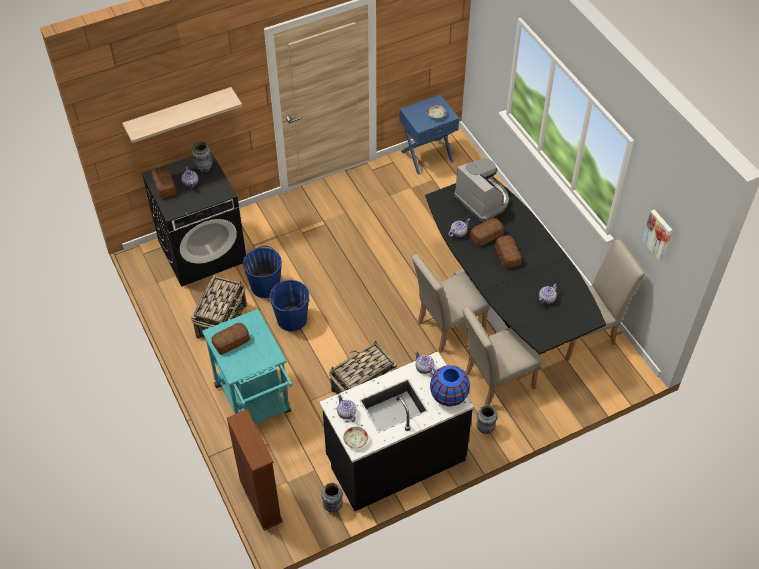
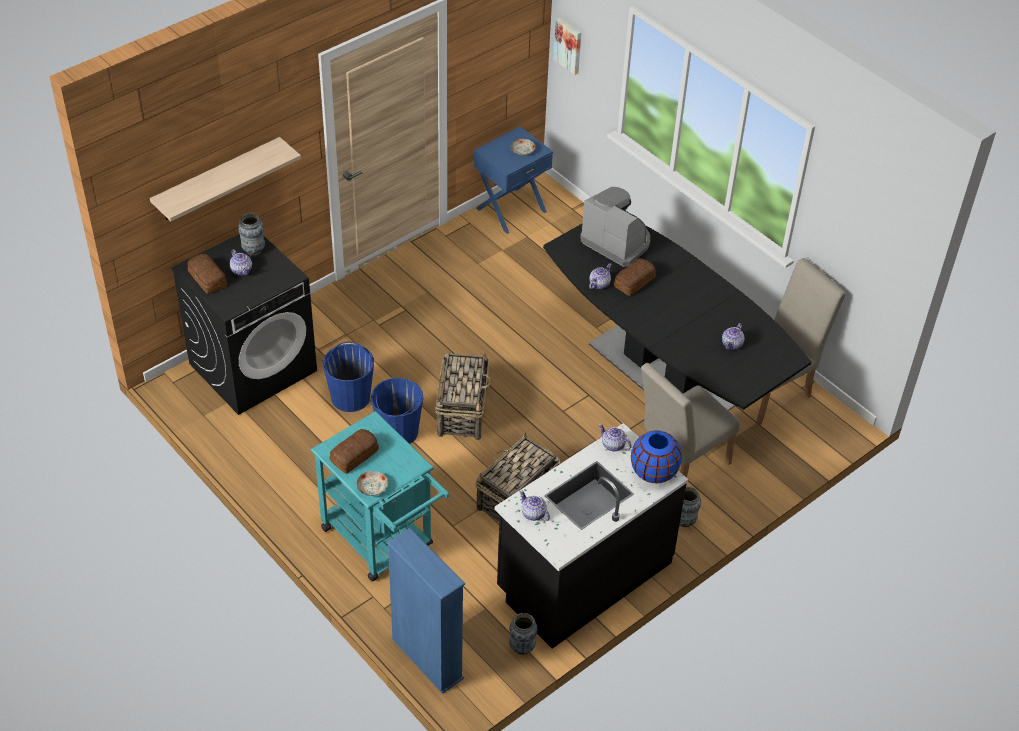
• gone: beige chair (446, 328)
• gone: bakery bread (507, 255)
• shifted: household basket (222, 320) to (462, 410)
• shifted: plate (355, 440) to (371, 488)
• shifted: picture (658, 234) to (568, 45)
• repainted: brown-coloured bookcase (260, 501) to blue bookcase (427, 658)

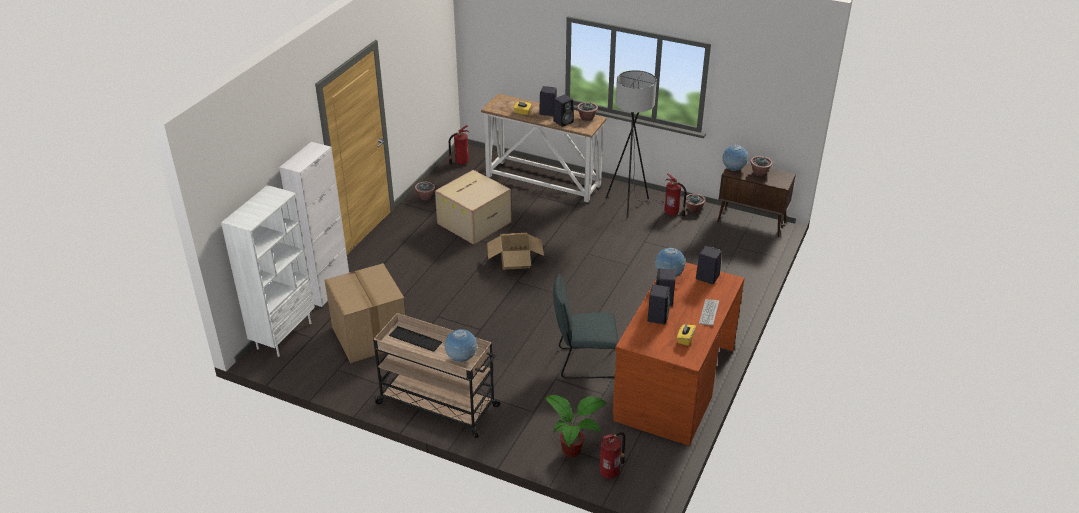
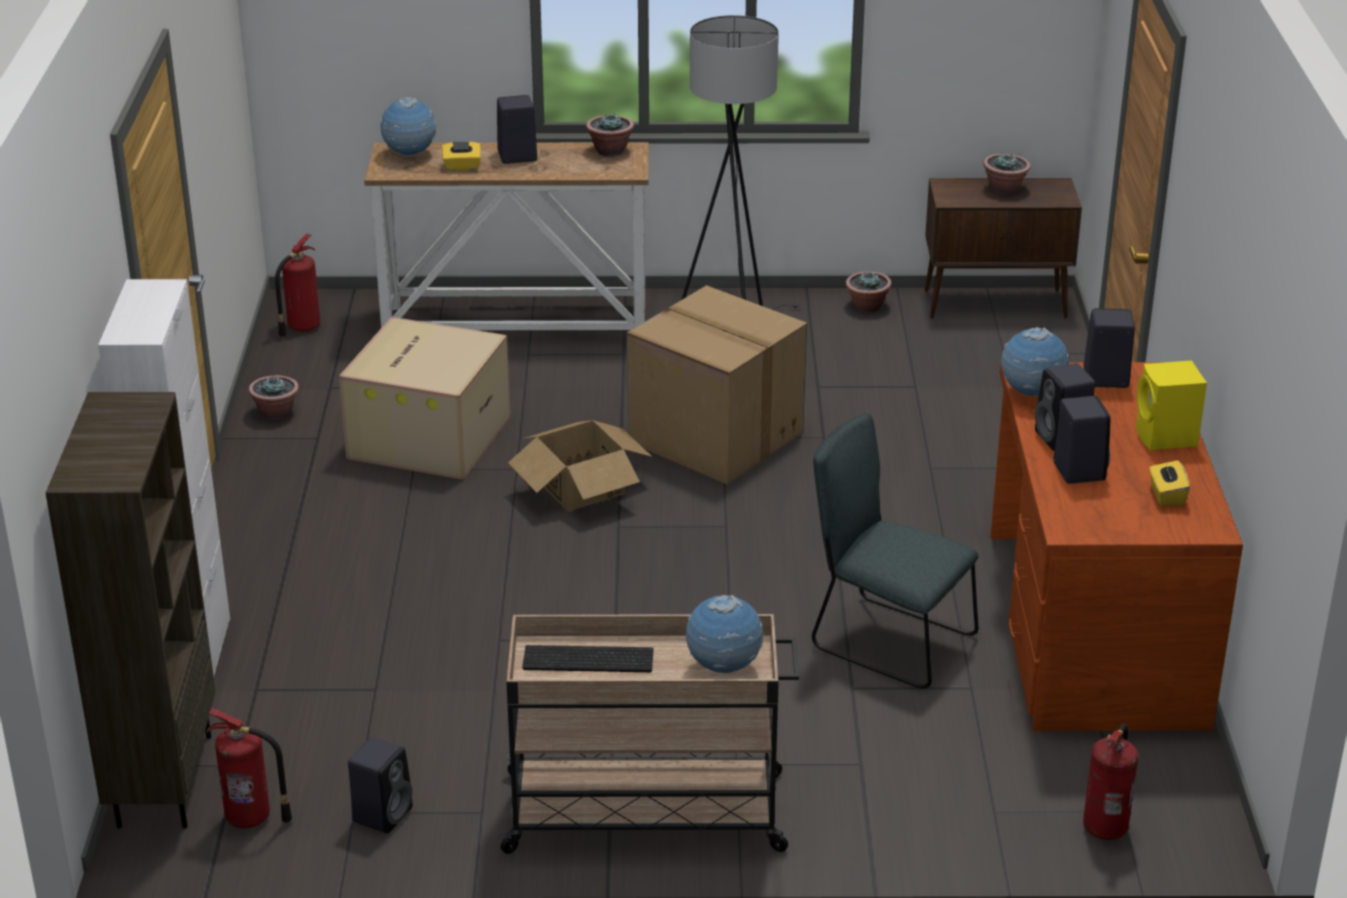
• gone: potted plant (573, 450)
• shifted: packing box (368, 335) to (713, 437)
• shifted: blackish audio speaker (563, 121) to (383, 813)
• shifted: extinguisher (672, 213) to (251, 818)
• shifted: world globe (733, 169) to (410, 155)
• swapped: computer keyboard (709, 312) to yellow-coloured audio speaker (1166, 438)
• repainted: white-coloured bookcase (284, 335) to brown-coloured bookcase (163, 780)
• rotated: greyish chair (585, 362) = (886, 639) 60 degrees clockwise

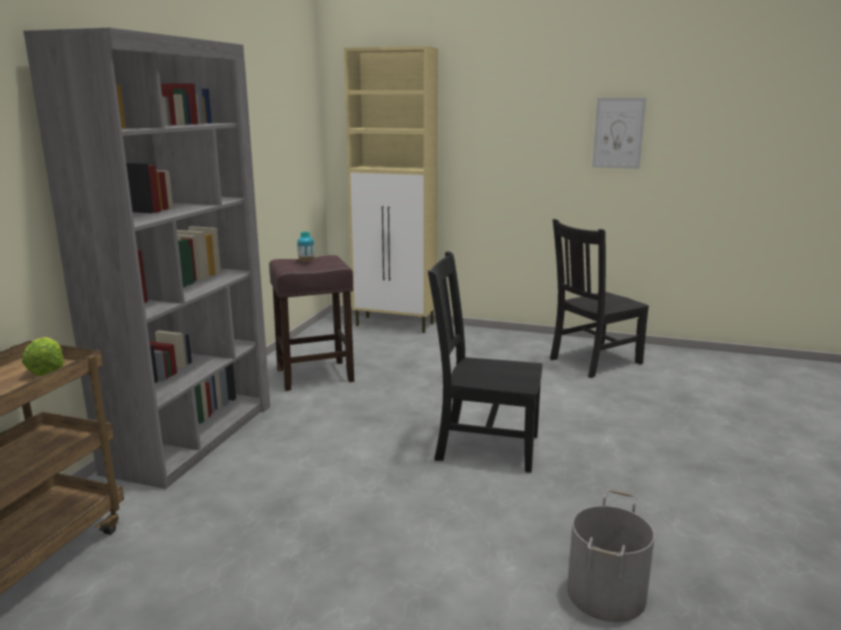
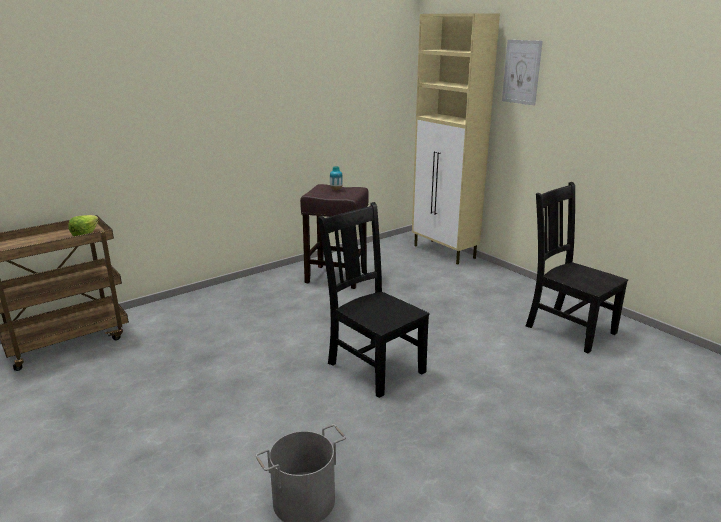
• gone: greyish bookcase (192, 437)
• shifted: picture (618, 133) to (521, 72)
• rotated: blackish chair (593, 362) = (567, 328) 45 degrees clockwise

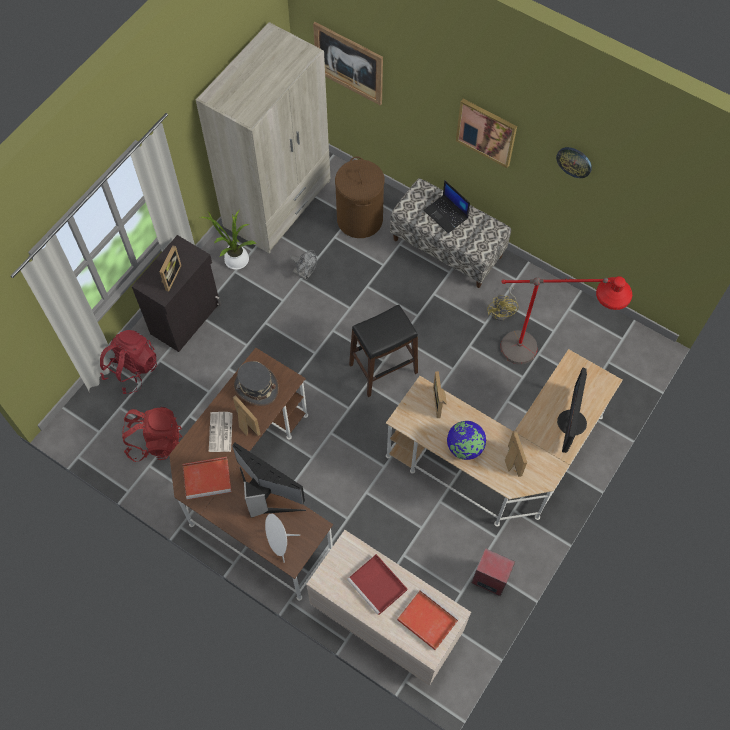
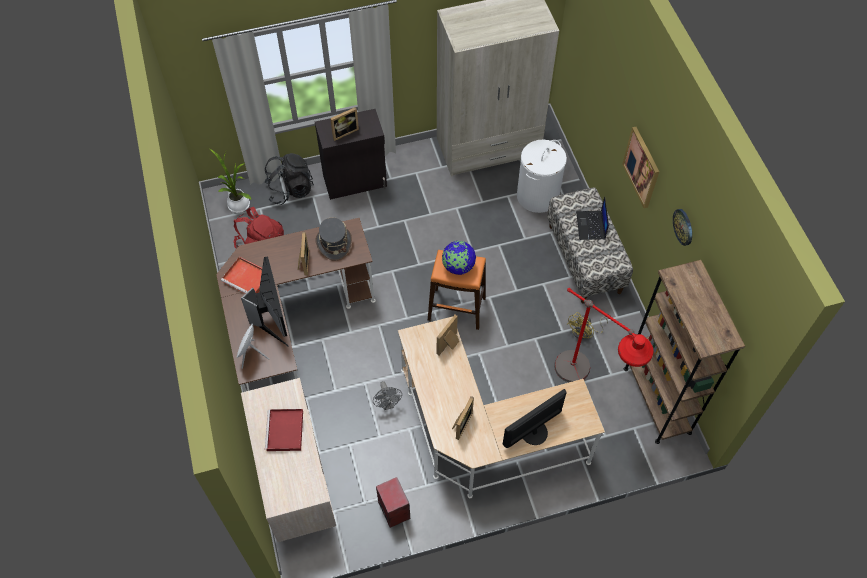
• gone: newspaper (221, 432)
• gone: picture (349, 63)
• gone: red-coloured serving tray (426, 619)
• new: brown-coloured bookcase (657, 400)
• shifted: potted plant (234, 259) to (238, 203)
• shifted: greyish electric fan (305, 274) to (387, 404)
• shifted: world globe (464, 447) to (458, 267)
• repainted: red-coloured backpack (132, 369) to blackish backpack (290, 190)
• repainted: brown-coloured hamper (360, 219) to white-coloured hamper (537, 196)
• repainted: blackish stool (383, 368) to orange-coloured stool (457, 309)

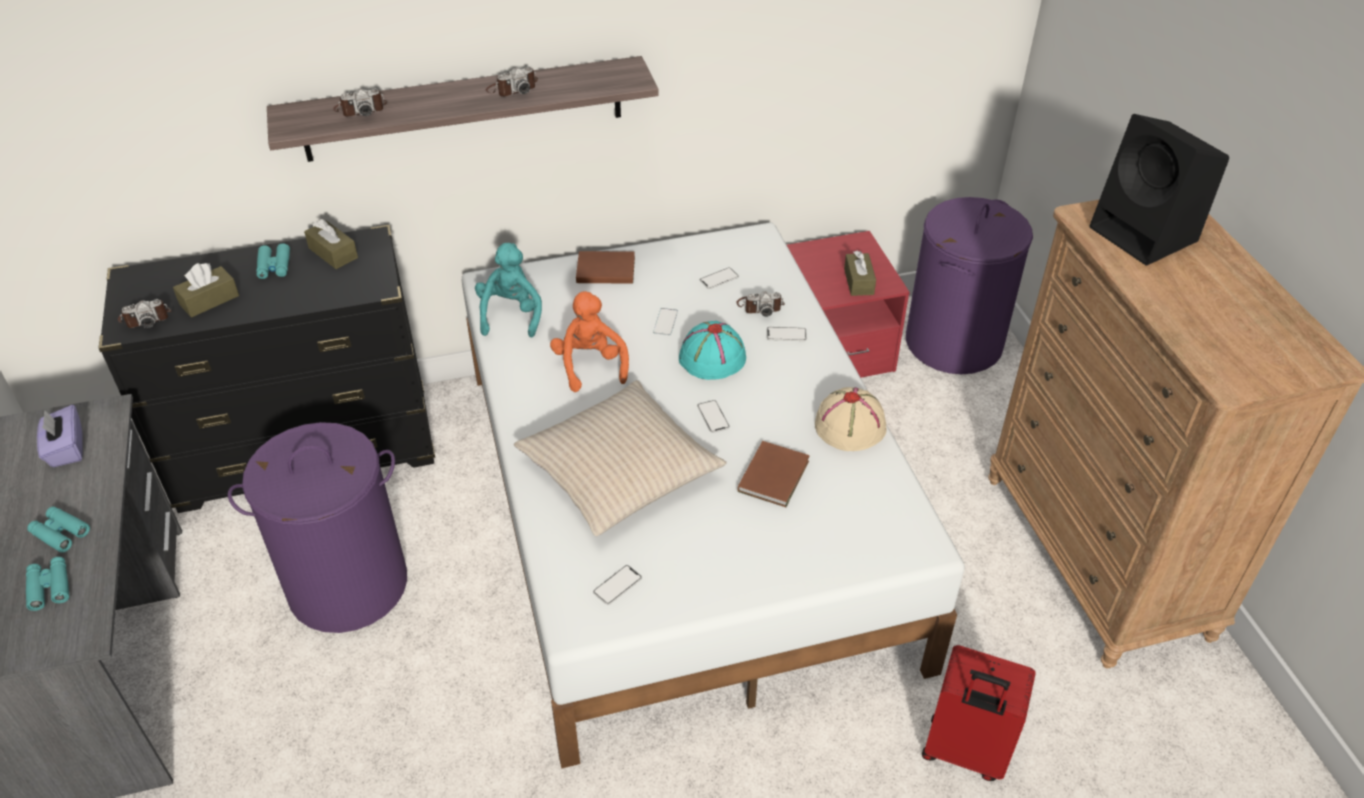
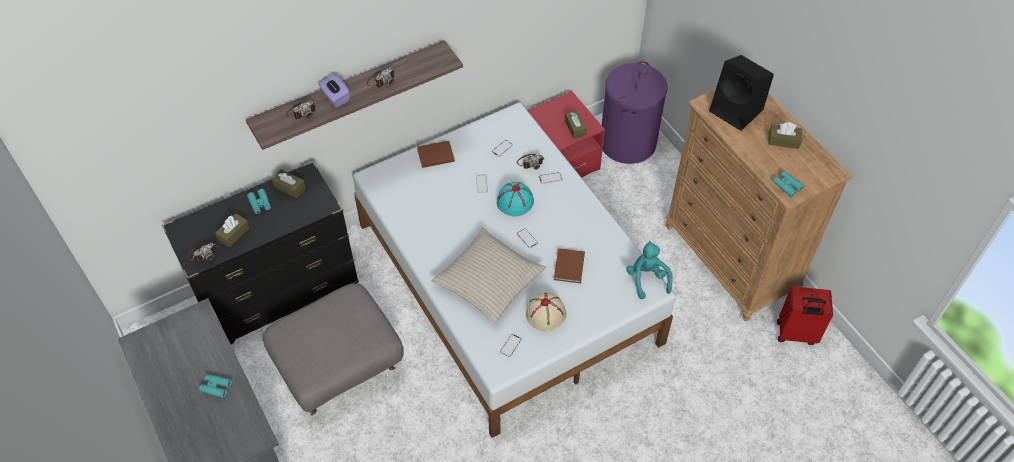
• gone: orange-coloured cuddly toy (590, 365)
• new: brown-coloured box of tissues (783, 141)
• shifted: turquoise-coloured field glasses (49, 587) to (787, 186)
• shifted: purple-coloured box of tissues (66, 449) to (335, 98)
• shifted: turquoise-coloured cuddly toy (511, 315) to (647, 279)
• shifted: beige hat (850, 425) to (546, 313)
• shifted: red-coloured suitcase (964, 752) to (796, 334)
• swapped: purple-coloured hamper (347, 586) to greyish footrest (339, 368)

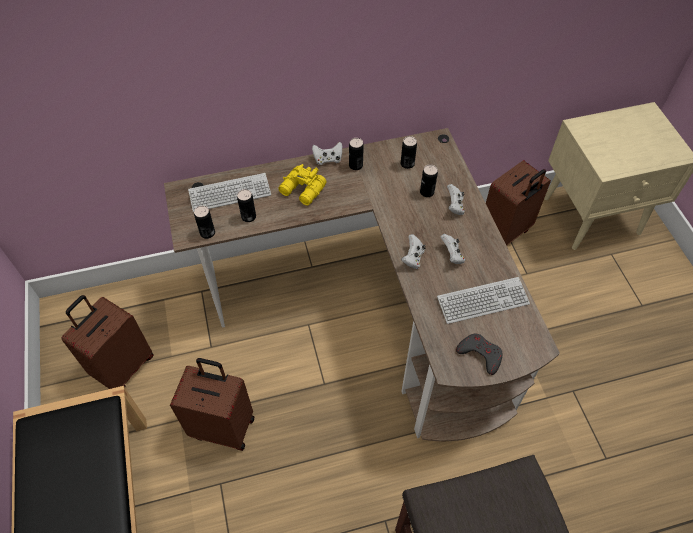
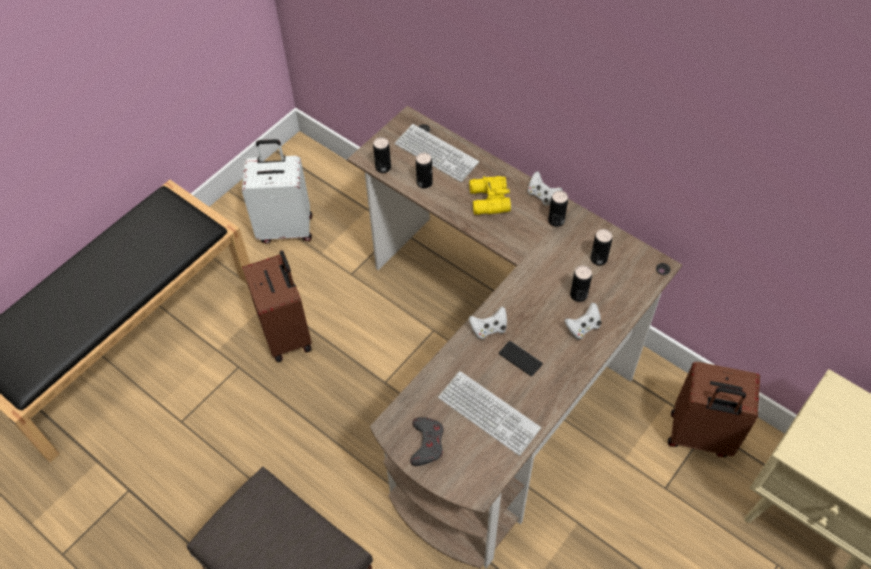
• swapped: white-coloured game controller (452, 255) to telephone (520, 359)
• repainted: brown-coloured suitcase (123, 366) to white-coloured suitcase (286, 228)

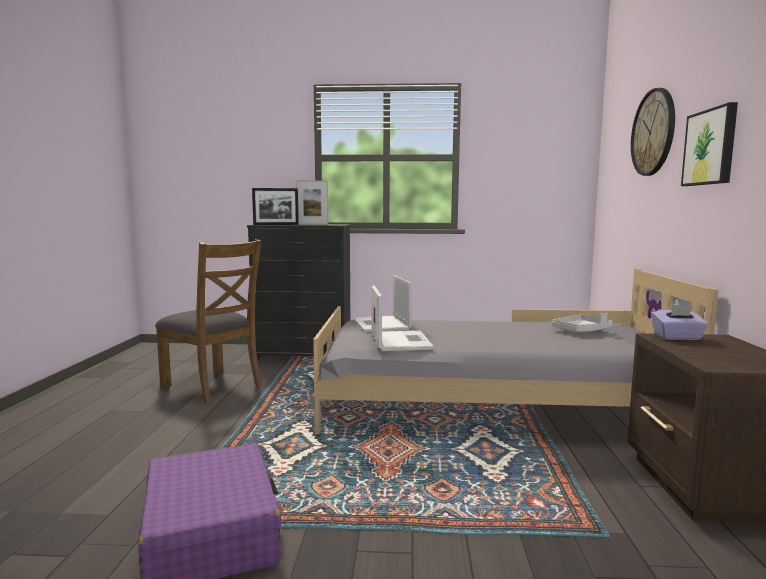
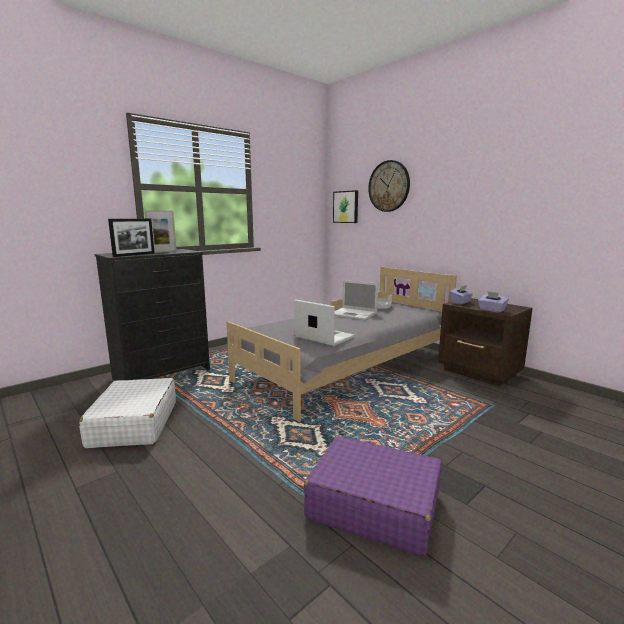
• new: purple-coloured box of tissues (491, 310)
• shifted: portable computer (381, 325) to (354, 314)
• shifted: picture (711, 147) to (346, 207)
• swapped: brown-coloured chair (213, 385) to white-coloured suitcase (134, 424)

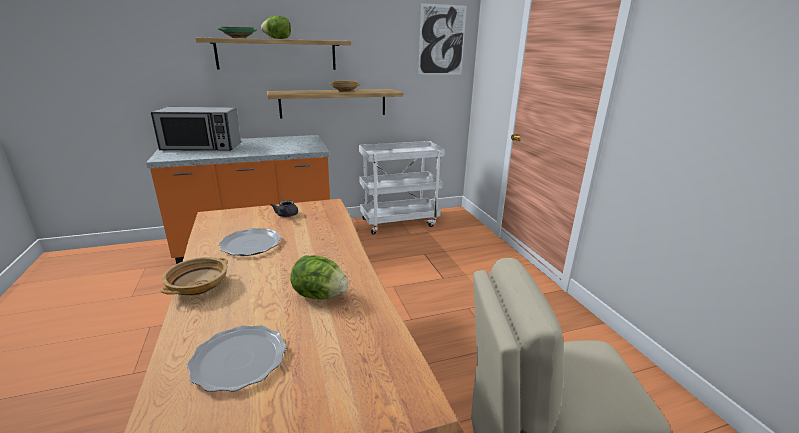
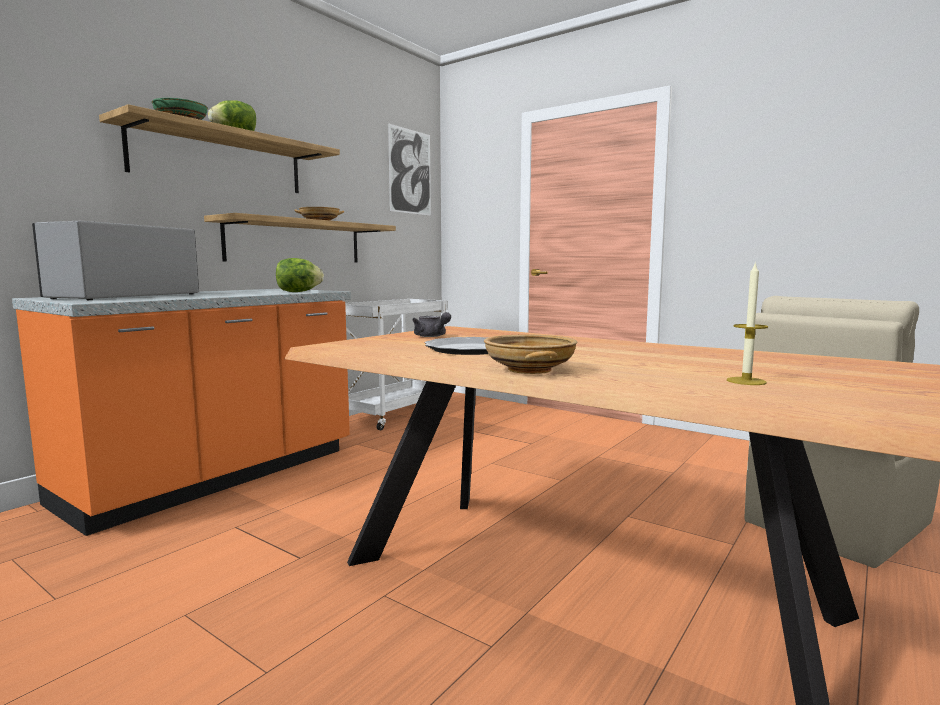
• shifted: lettuce head (319, 295) to (298, 292)
• swapped: plate (239, 360) to candle (746, 381)
• rotated: kitchen microwave (201, 147) = (125, 296) 150 degrees clockwise

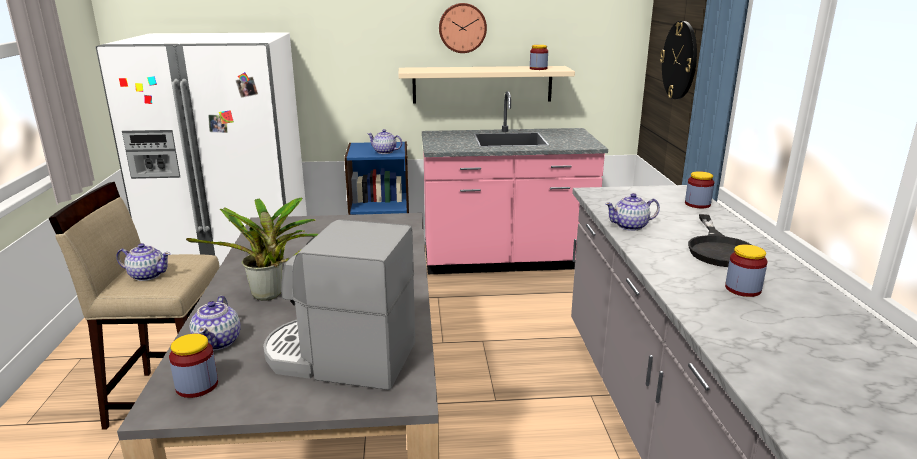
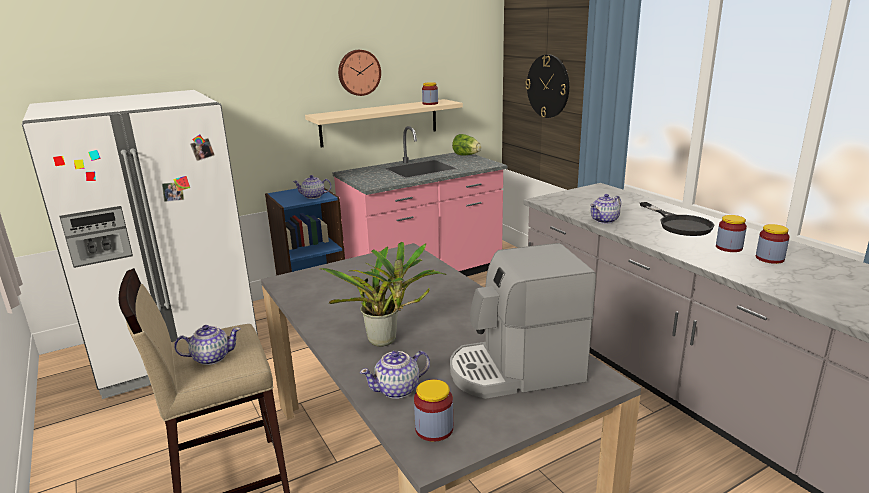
• new: lettuce head (466, 155)
• shifted: jar (697, 204) to (769, 258)
• rotated: teapot (218, 342) = (398, 389) 90 degrees clockwise

